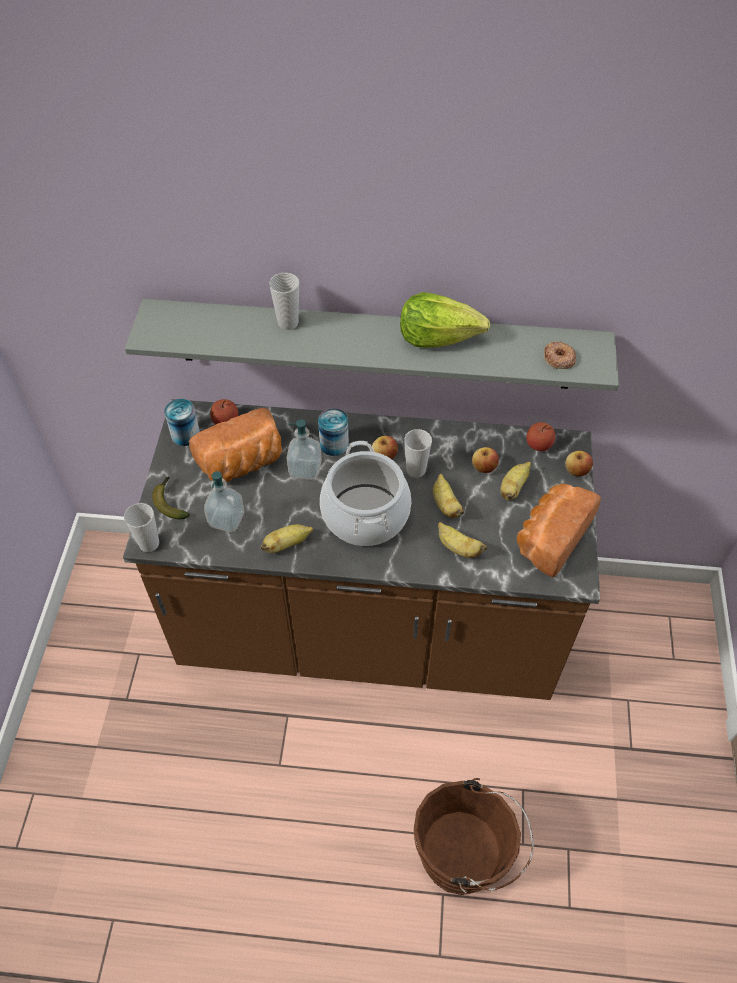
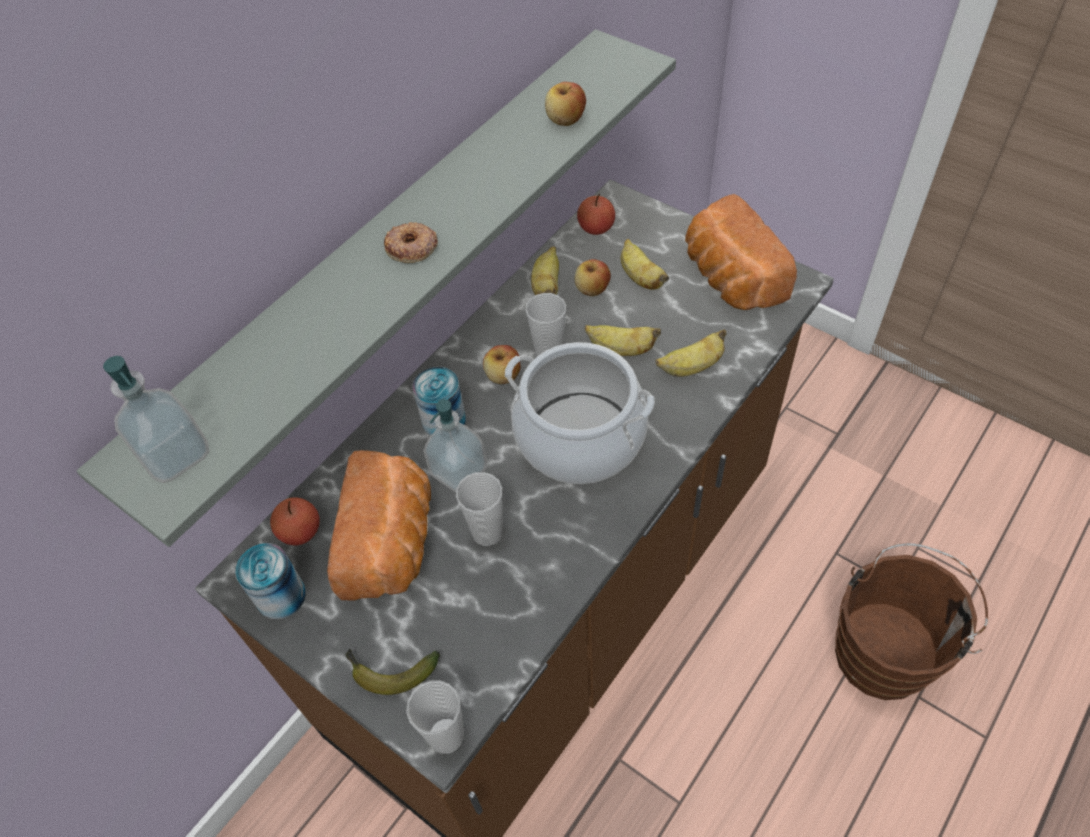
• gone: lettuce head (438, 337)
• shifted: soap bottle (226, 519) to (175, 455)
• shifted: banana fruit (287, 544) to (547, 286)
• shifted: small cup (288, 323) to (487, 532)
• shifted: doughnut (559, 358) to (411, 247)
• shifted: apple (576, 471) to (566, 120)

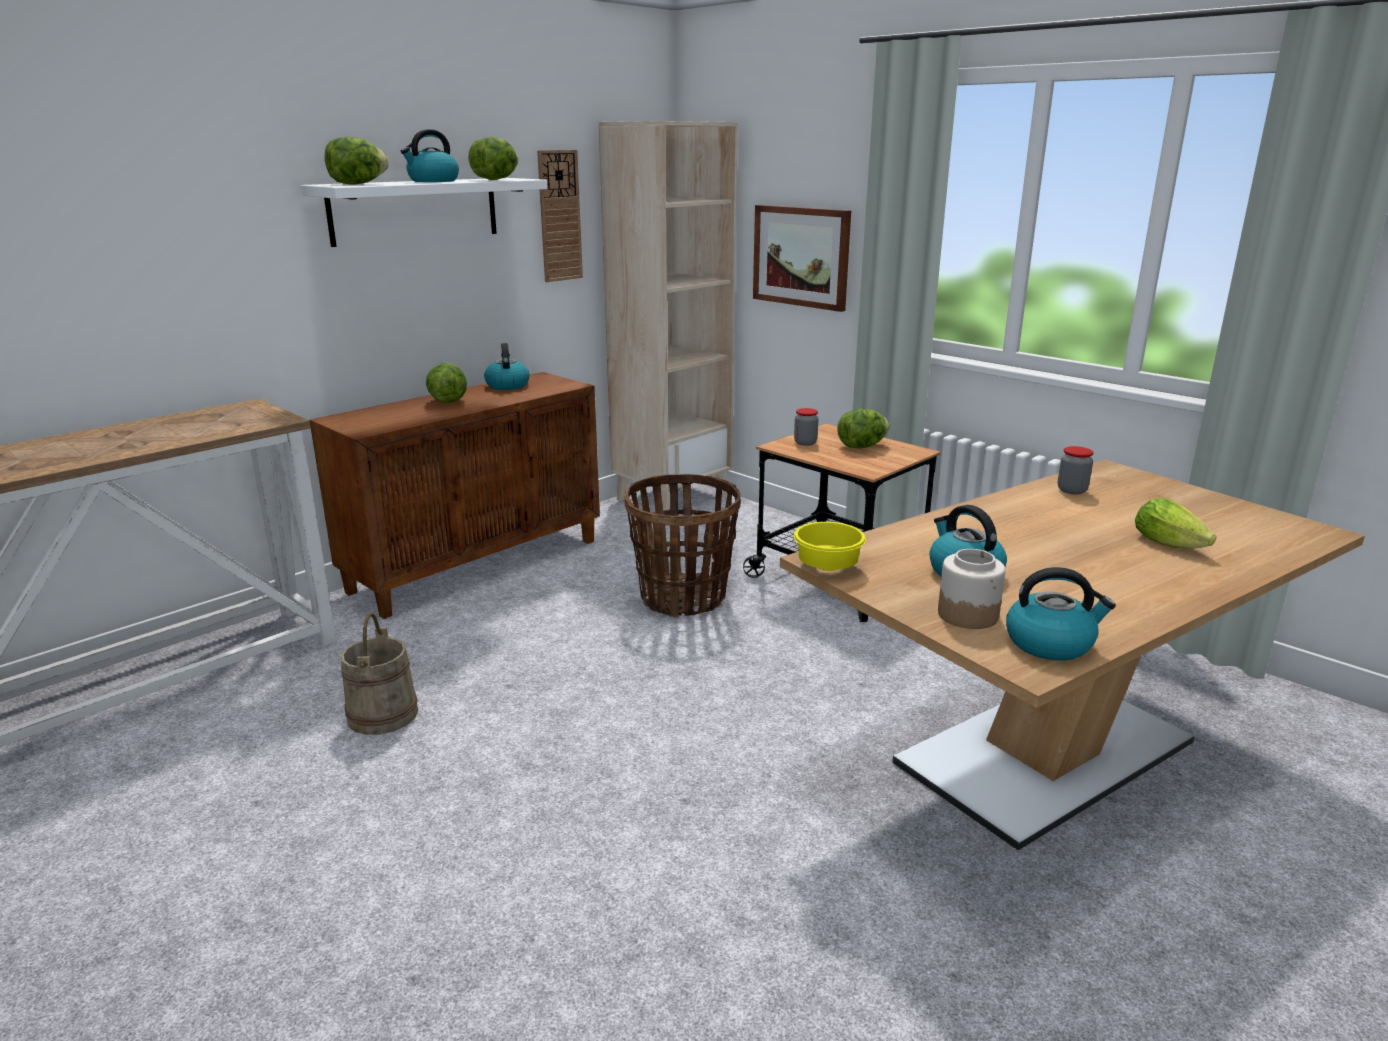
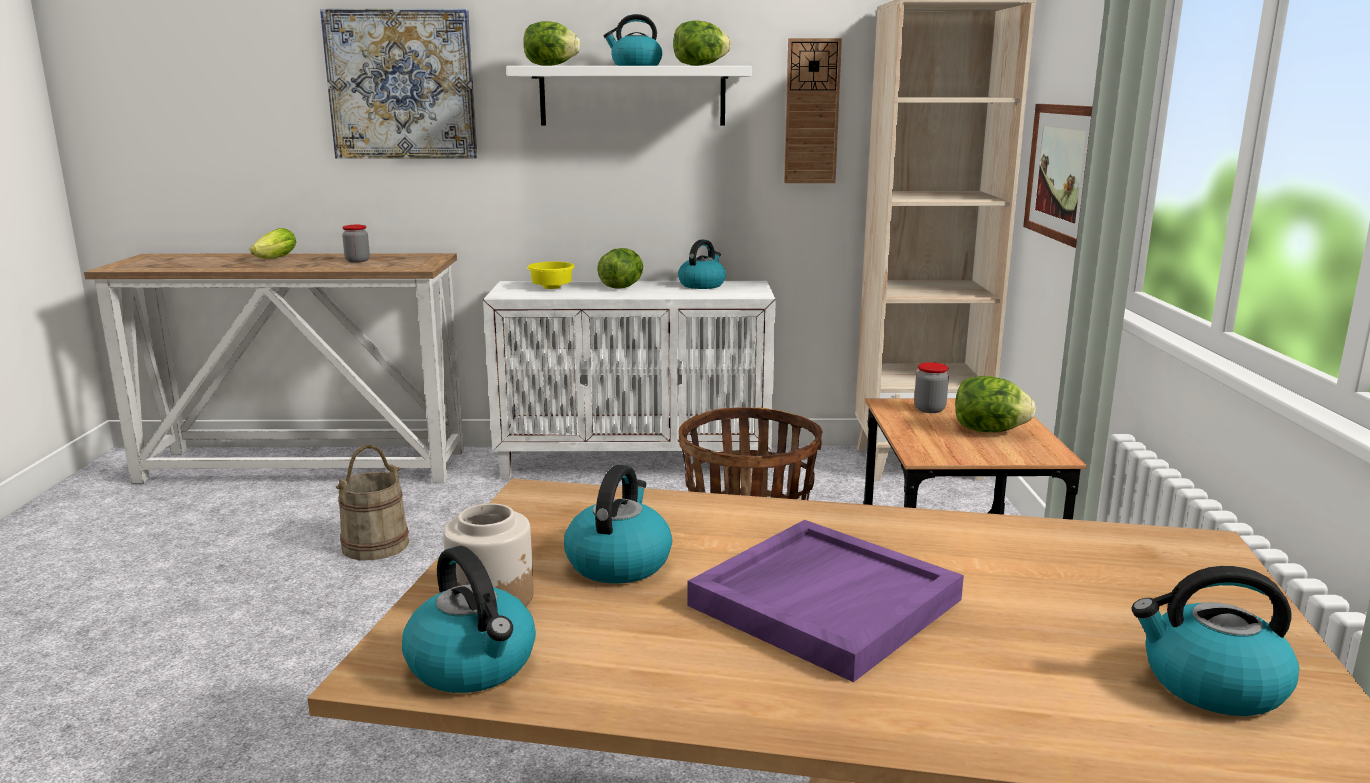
• new: picture (401, 85)
• new: purple-coloured serving tray (824, 601)
• new: tea kettle (1211, 685)
• shifted: yellow-coloured deep dish (830, 566) to (552, 288)
• shifted: jar (1072, 490) to (357, 261)
• shifted: lettuce head (1172, 545) to (273, 259)
• repainted: brown-coloured storage cabinet (477, 565) to white-coloured storage cabinet (636, 463)

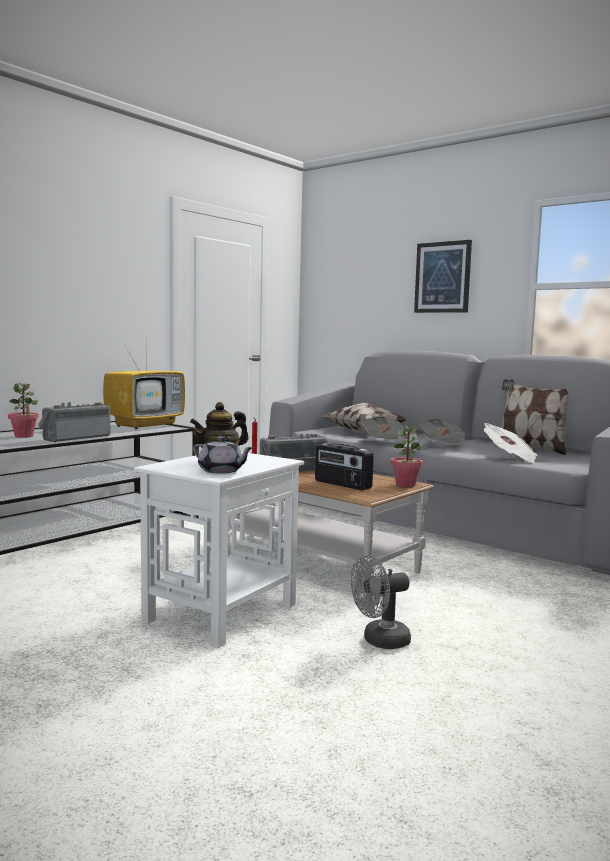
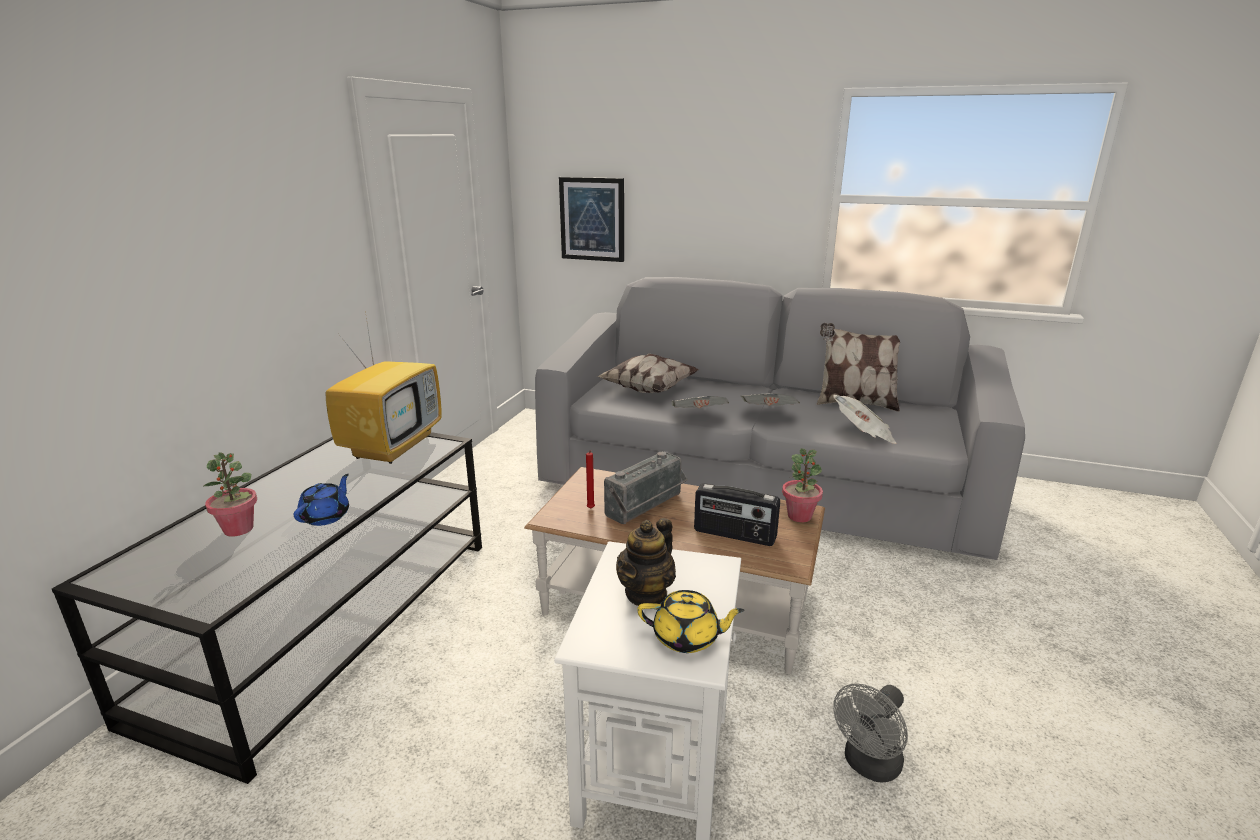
• shifted: picture (442, 277) to (592, 219)
• swapped: radio receiver (75, 438) to blue teapot (326, 516)
• repainted: greyish teapot (221, 471) to yellow-coloured teapot (687, 638)

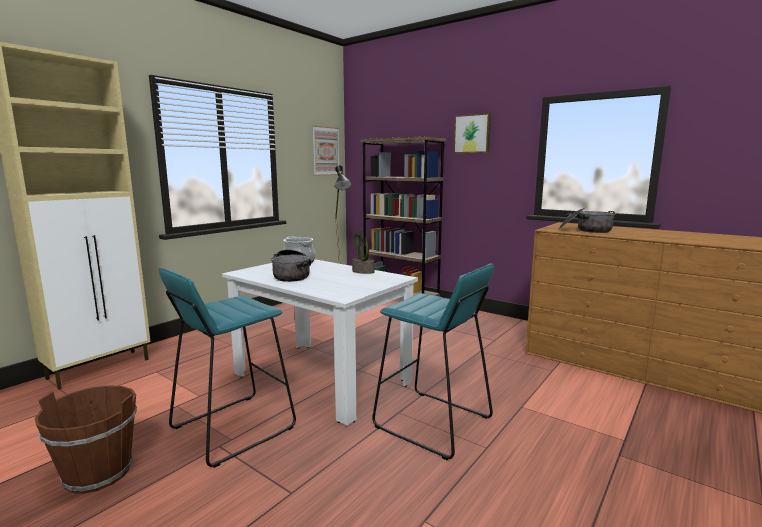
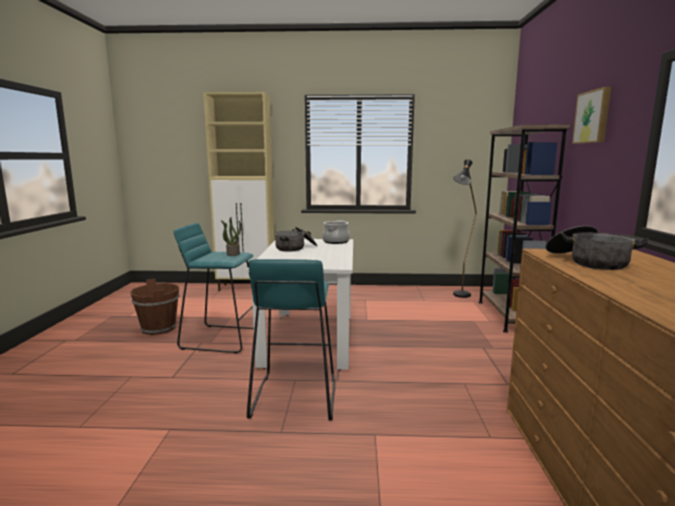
• gone: picture (325, 151)
• shifted: potted plant (362, 271) to (233, 254)

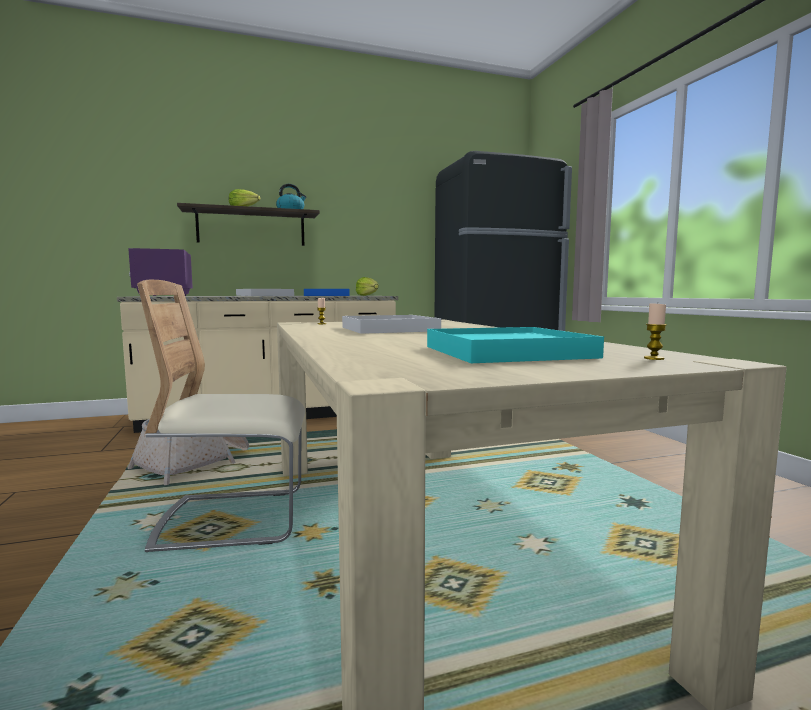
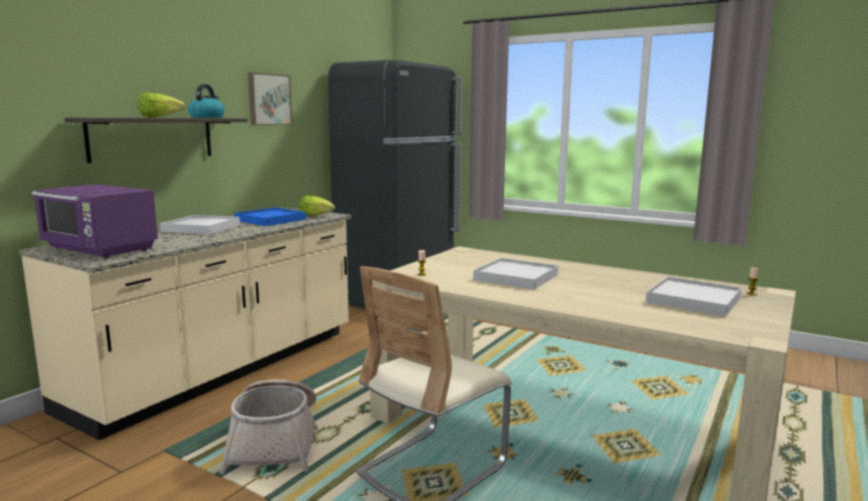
• new: picture (268, 99)
• repainted: turquoise-coloured serving tray (507, 352) to white-coloured serving tray (693, 300)

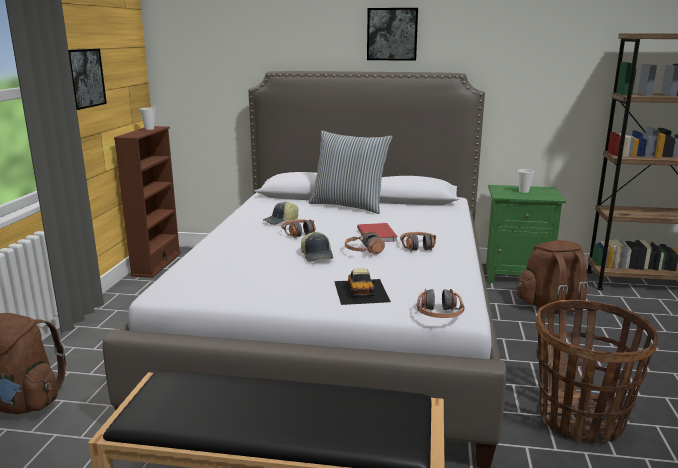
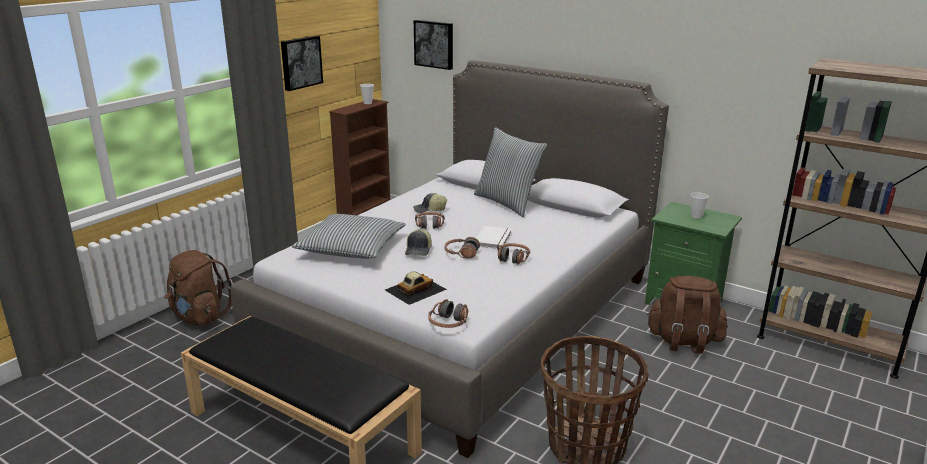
• new: cushion (351, 247)
• shifted: picture (392, 34) to (434, 44)
• repainted: red-coloured volume (378, 234) to white-coloured volume (494, 239)
• rotated: toy car (361, 291) = (415, 289) 150 degrees counterclockwise

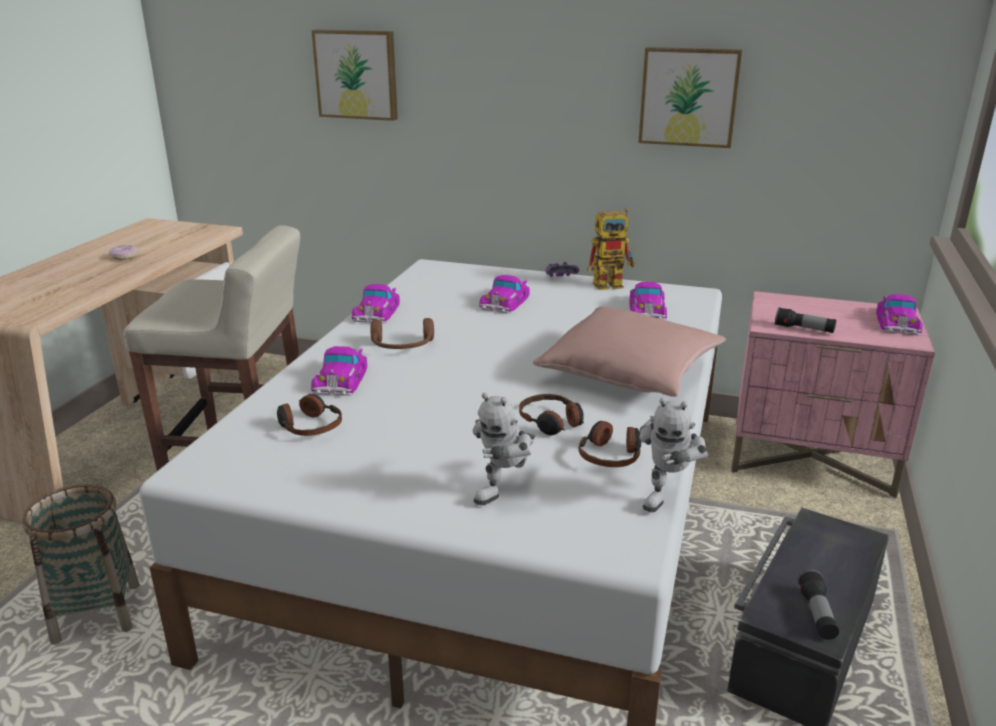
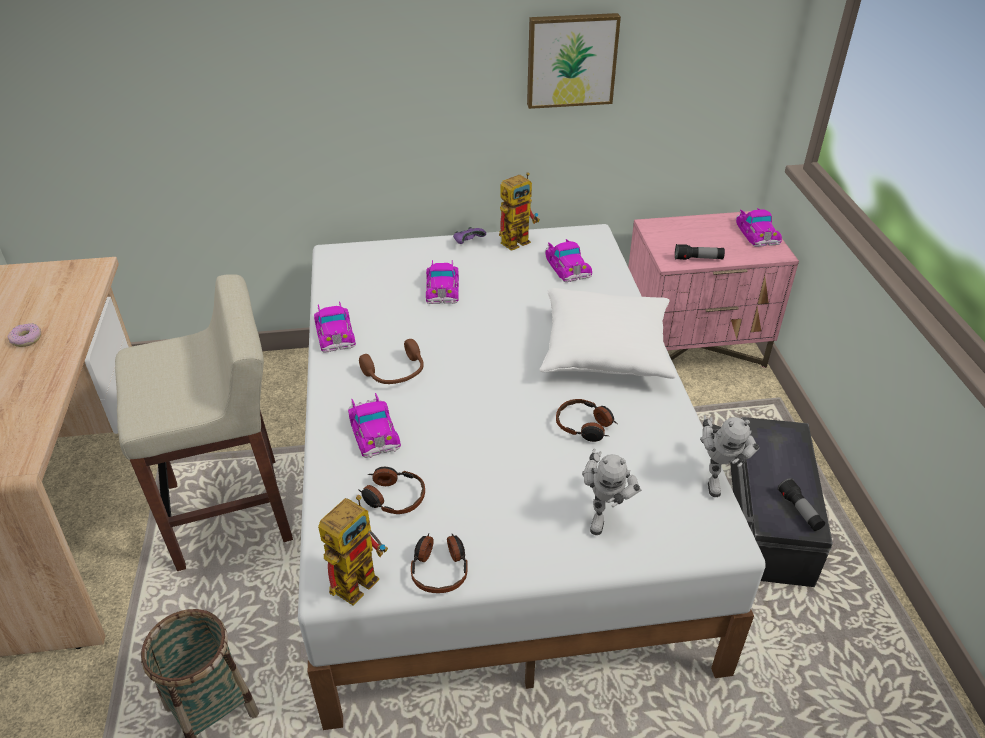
• gone: picture (357, 74)
• new: model robot (359, 576)
• shifted: pair of headphones (611, 455) to (440, 568)
• repainted: pink-coloured cushion (630, 373) to white-coloured cushion (605, 350)

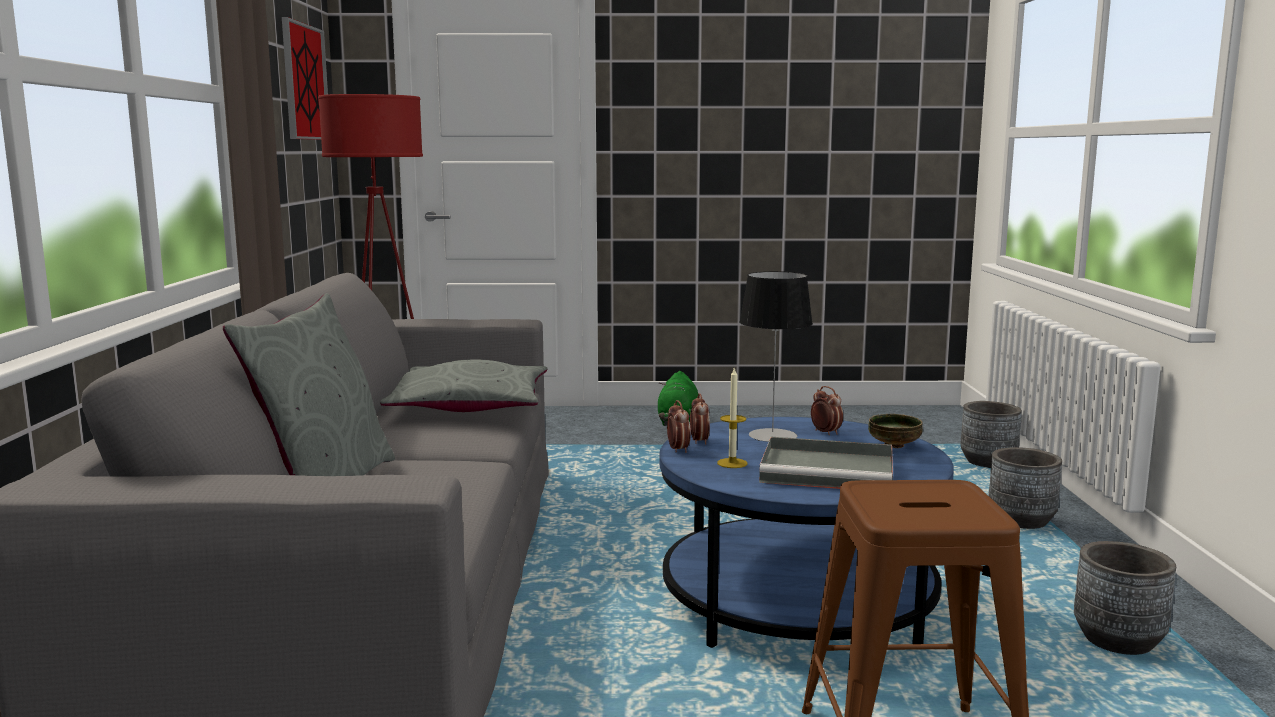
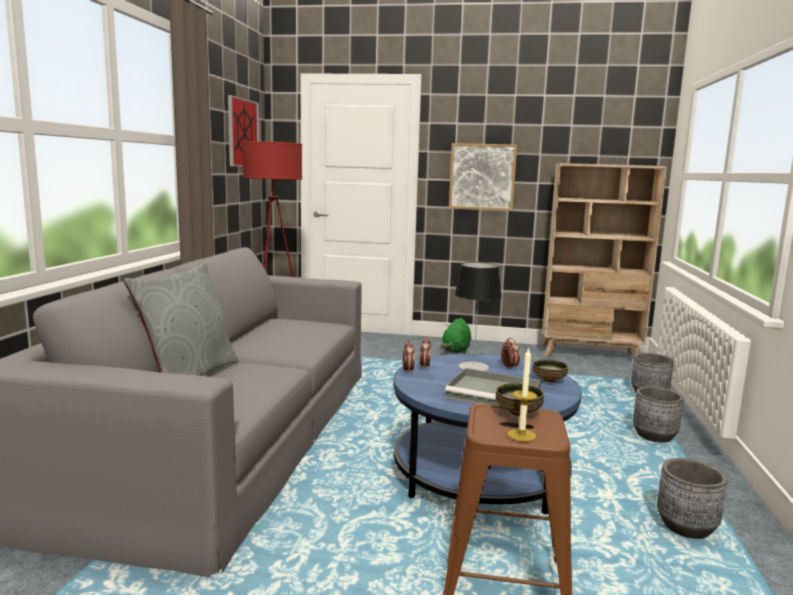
• gone: greyish cushion (470, 406)
• new: picture (482, 176)
• new: deep dish (519, 413)
• new: beige bookcase (590, 354)
• shifted: candle (732, 463) to (521, 435)

